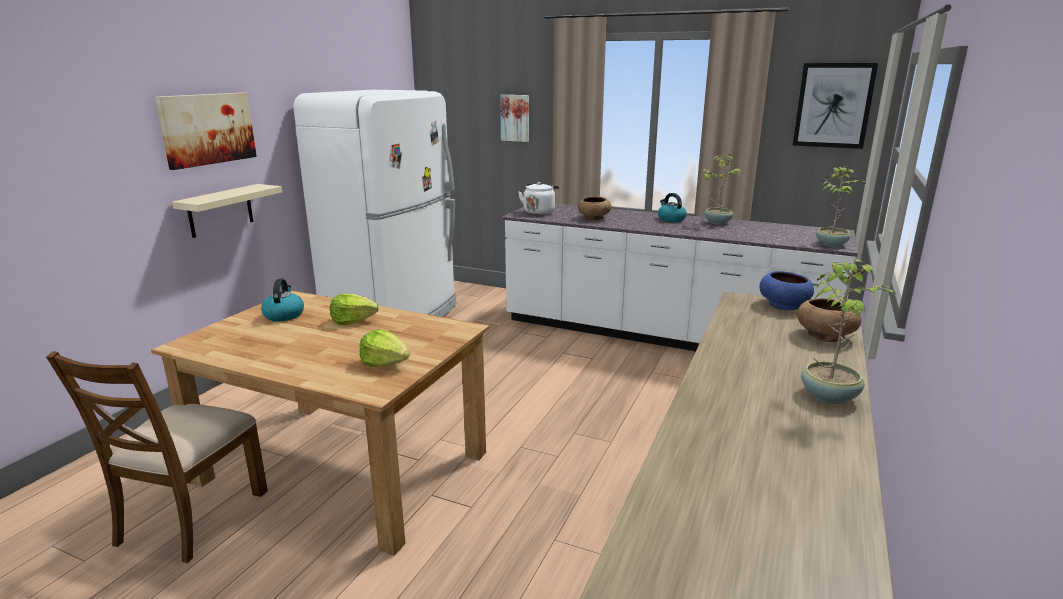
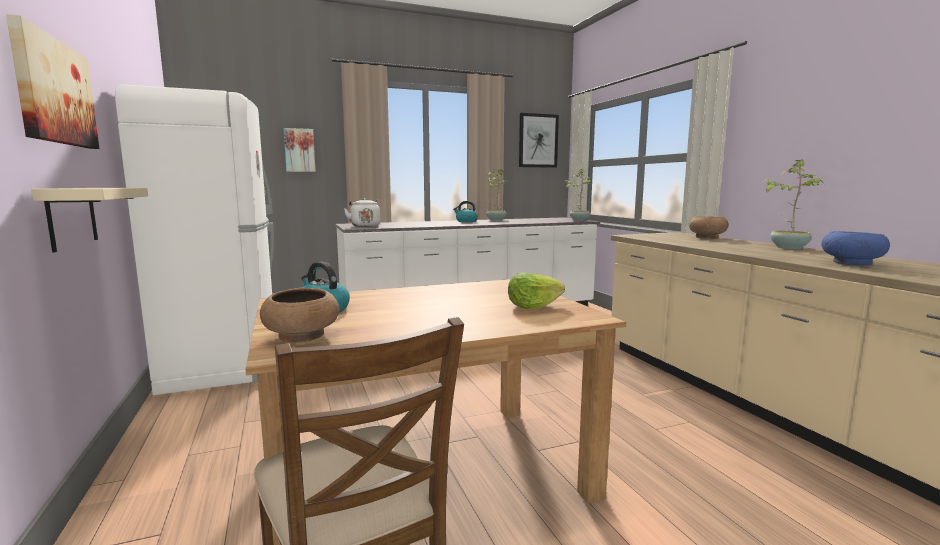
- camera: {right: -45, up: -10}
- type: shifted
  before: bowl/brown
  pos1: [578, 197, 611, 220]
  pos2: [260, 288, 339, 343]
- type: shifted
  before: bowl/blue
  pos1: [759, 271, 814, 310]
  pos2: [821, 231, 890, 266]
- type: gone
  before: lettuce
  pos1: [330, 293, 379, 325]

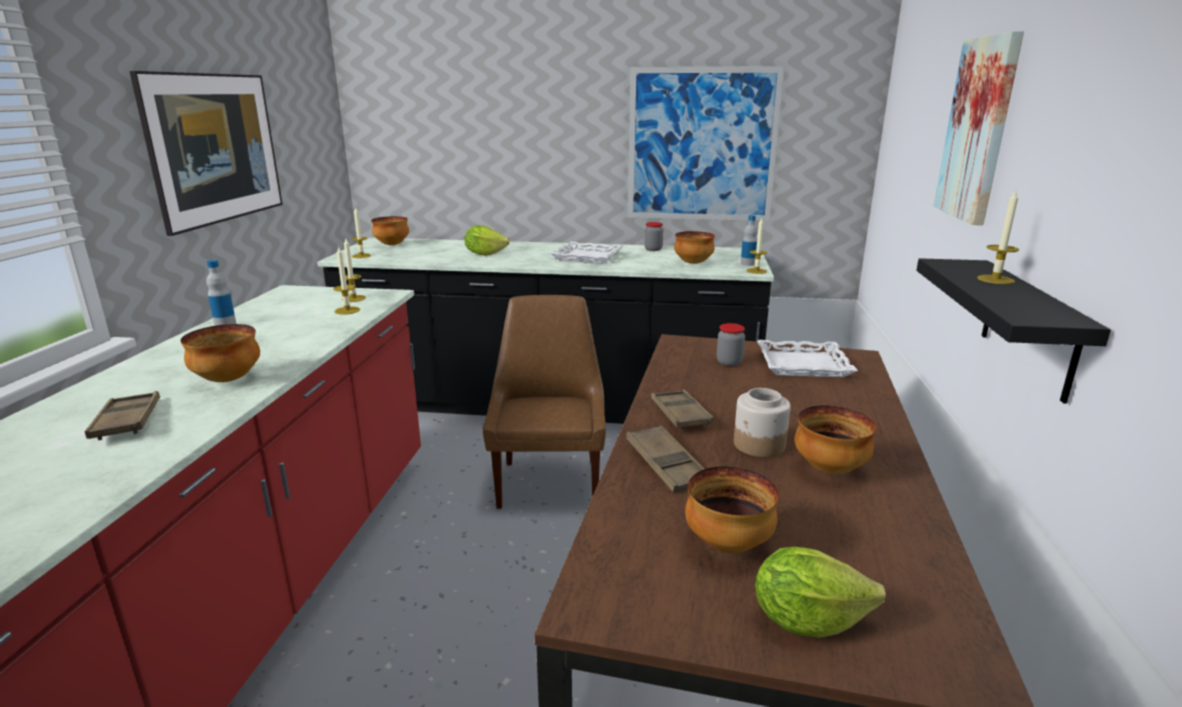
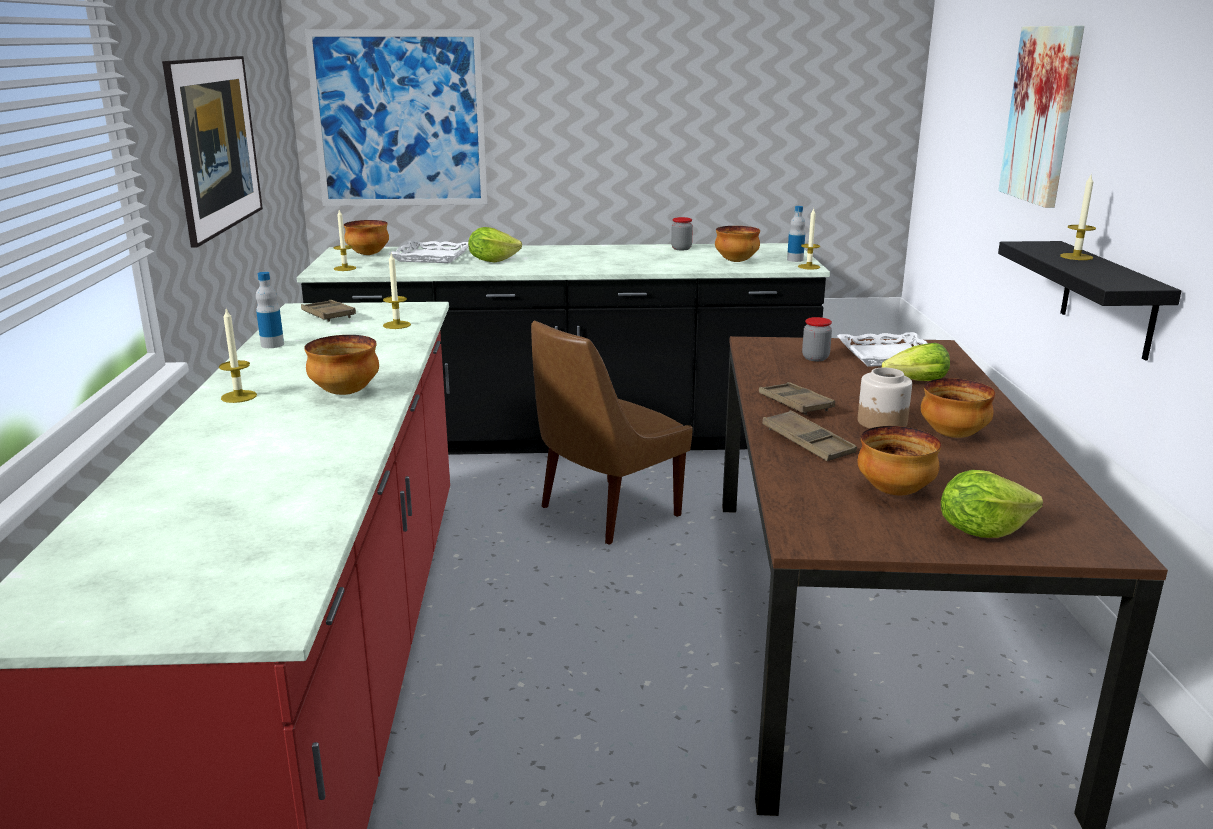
- camera: {right: -10, up: 0}
- type: shifted
  before: picture
  pos1: [628, 66, 785, 221]
  pos2: [305, 30, 488, 206]
- type: shifted
  before: candle
  pos1: [342, 238, 366, 302]
  pos2: [219, 309, 257, 403]
- type: shifted
  before: tray/white
  pos1: [550, 242, 623, 264]
  pos2: [389, 240, 469, 263]
- type: rotated
  before: chair/brown
  pos1: [483, 295, 606, 509]
  pos2: [531, 320, 693, 545]
  turn: -120
- type: shifted
  before: tray/brown
  pos1: [84, 391, 160, 440]
  pos2: [301, 300, 356, 322]
- type: new
  after: lettuce
  pos2: [882, 343, 950, 381]

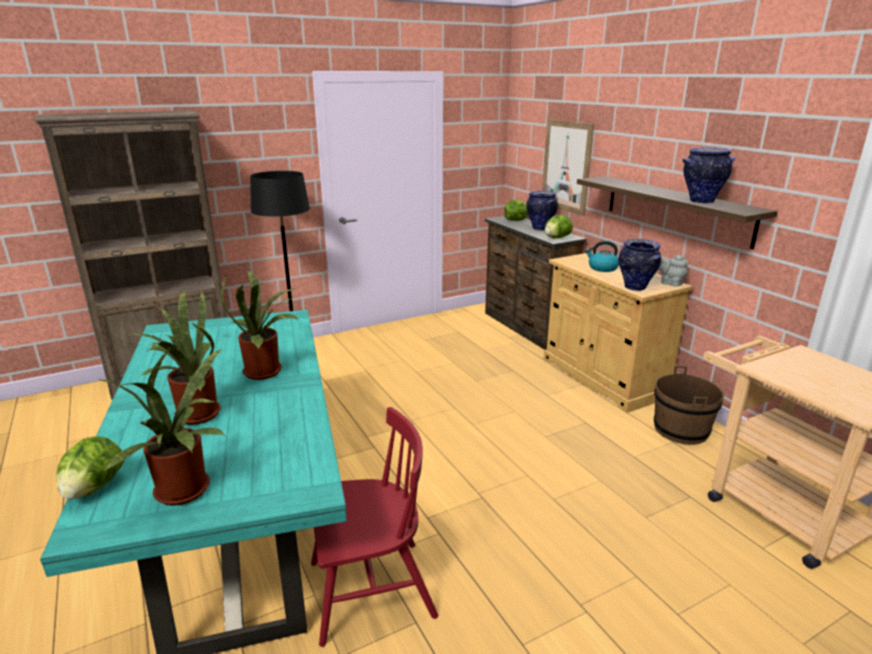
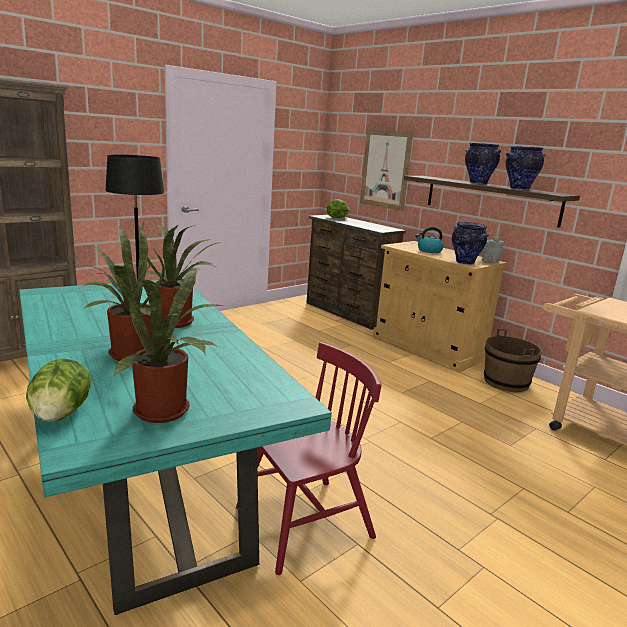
- camera: {right: -15, up: -5}
- type: shifted
  before: vase
  pos1: [526, 191, 558, 230]
  pos2: [465, 143, 501, 184]
- type: gone
  before: lettuce
  pos1: [545, 214, 573, 238]

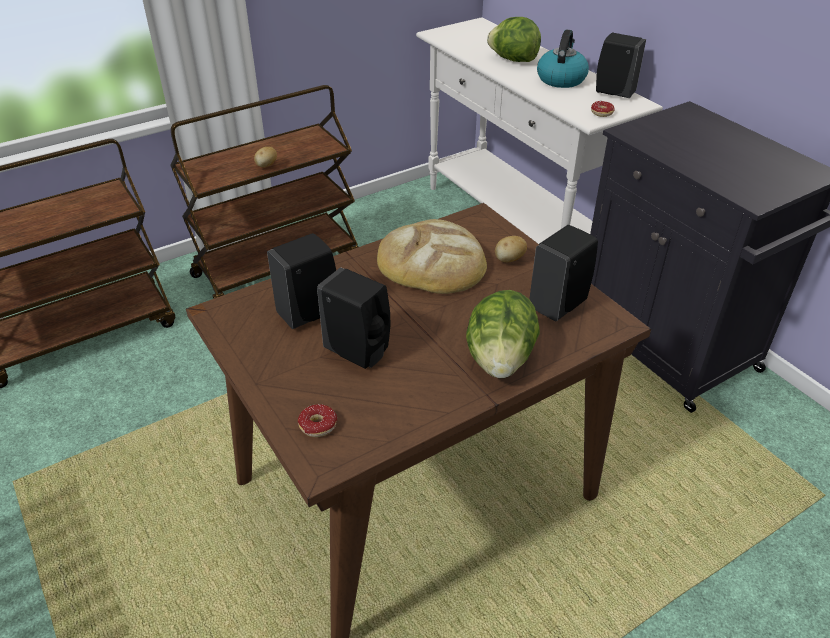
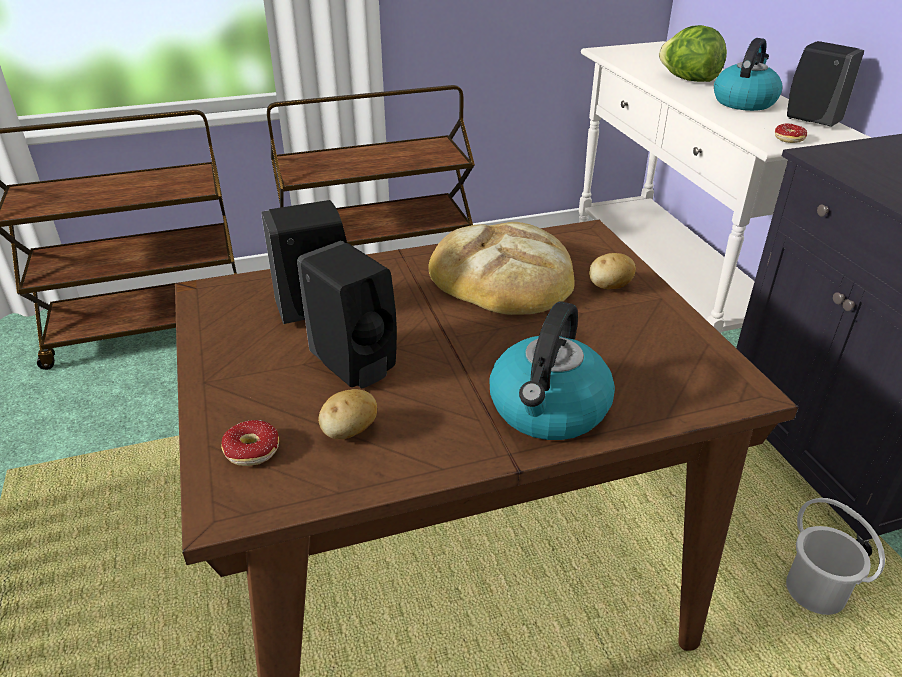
- camera: {right: 15, up: -5}
- type: shifted
  before: potato
  pos1: [254, 147, 277, 168]
  pos2: [318, 389, 377, 439]
- type: gone
  before: soap dispenser/black
  pos1: [529, 225, 598, 321]
- type: swapped
  before: lettuce
  after: kettle
  pos1: [466, 290, 540, 378]
  pos2: [489, 301, 615, 440]
- type: new
  after: bucket/white
  pos2: [786, 498, 885, 615]

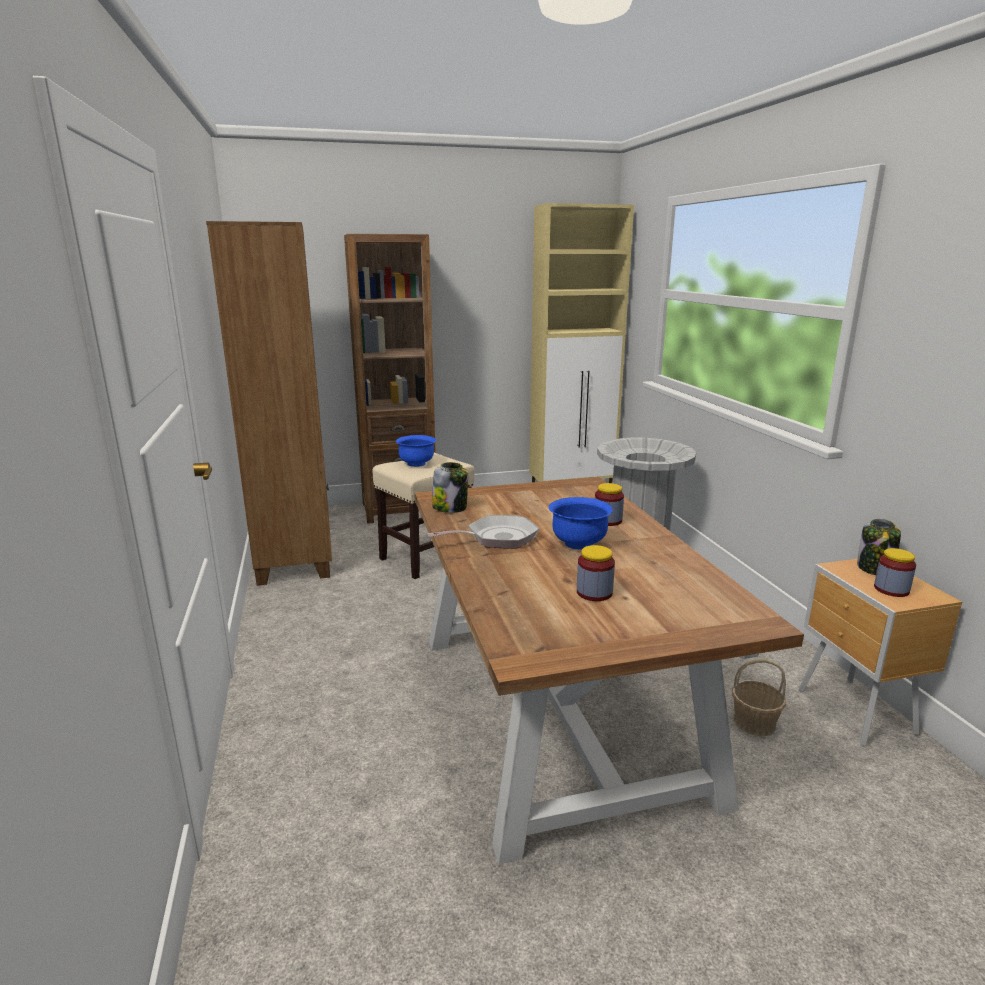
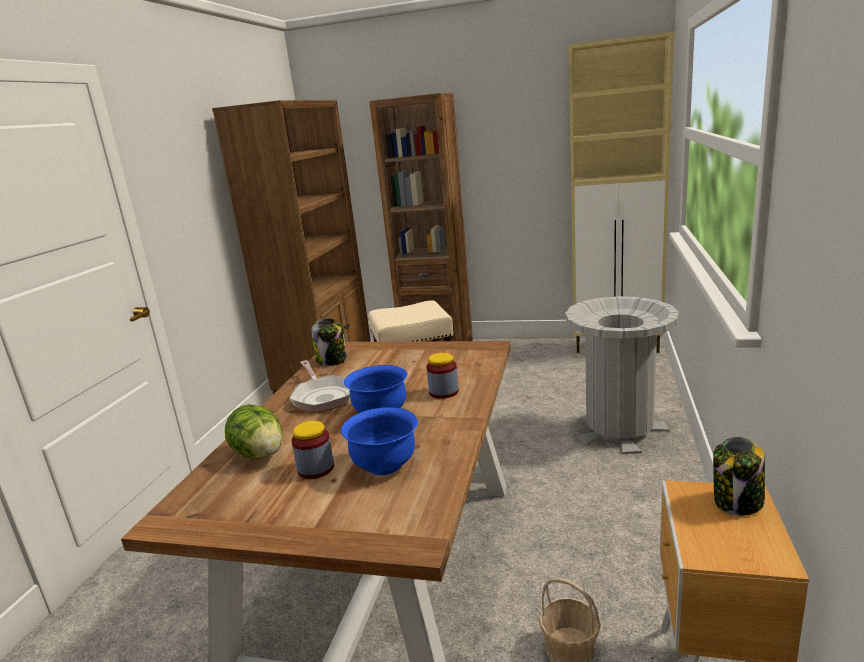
- camera: {right: 30, up: 0}
- type: shifted
  before: bowl/blue
  pos1: [396, 435, 436, 467]
  pos2: [341, 407, 418, 475]
- type: rotated
  before: frying pan
  pos1: [427, 515, 539, 549]
  pos2: [289, 360, 351, 413]
  turn: 60
- type: gone
  before: jar
  pos1: [874, 548, 916, 597]
- type: new
  after: lettuce
  pos2: [225, 404, 282, 459]

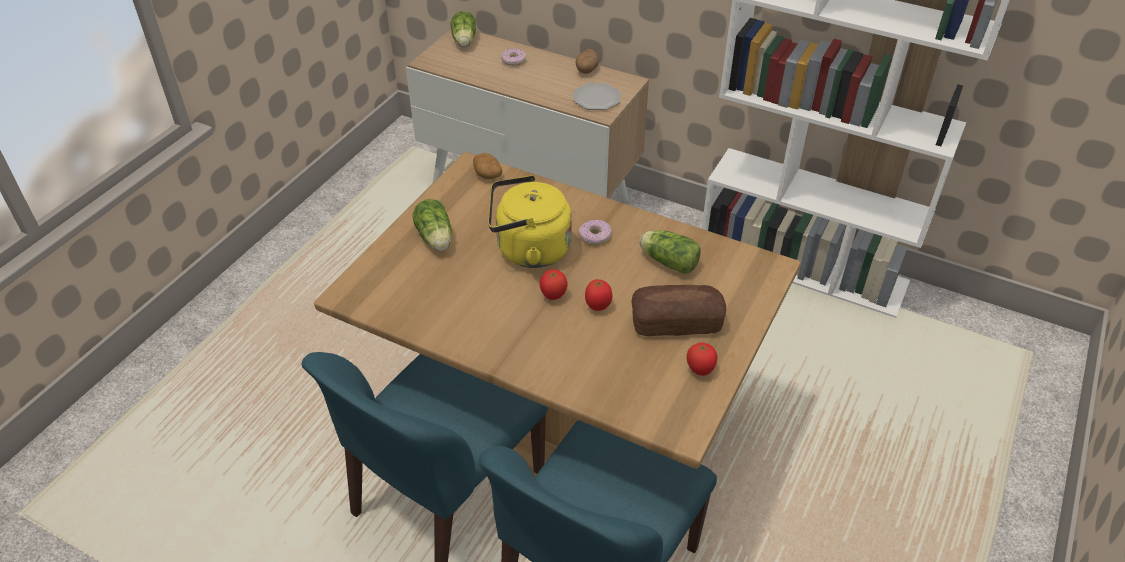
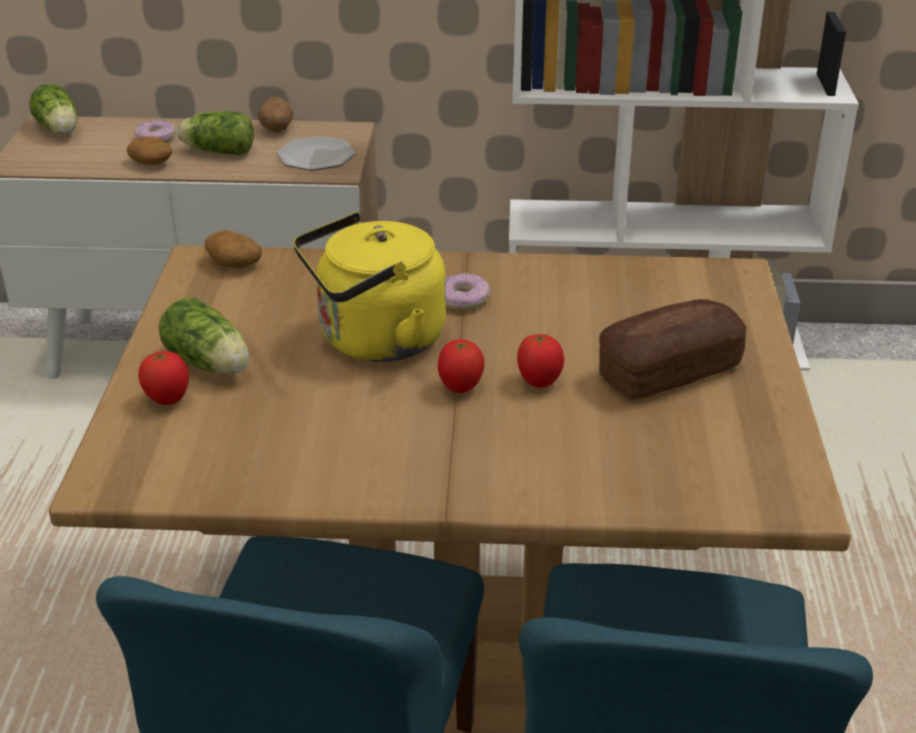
- camera: {right: -25, up: -10}
- type: shifted
  before: lettuce
  pos1: [639, 230, 701, 274]
  pos2: [177, 111, 254, 155]
- type: shifted
  before: tomato
  pos1: [687, 343, 717, 376]
  pos2: [138, 350, 189, 405]
- type: new
  after: potato
  pos2: [127, 136, 172, 165]

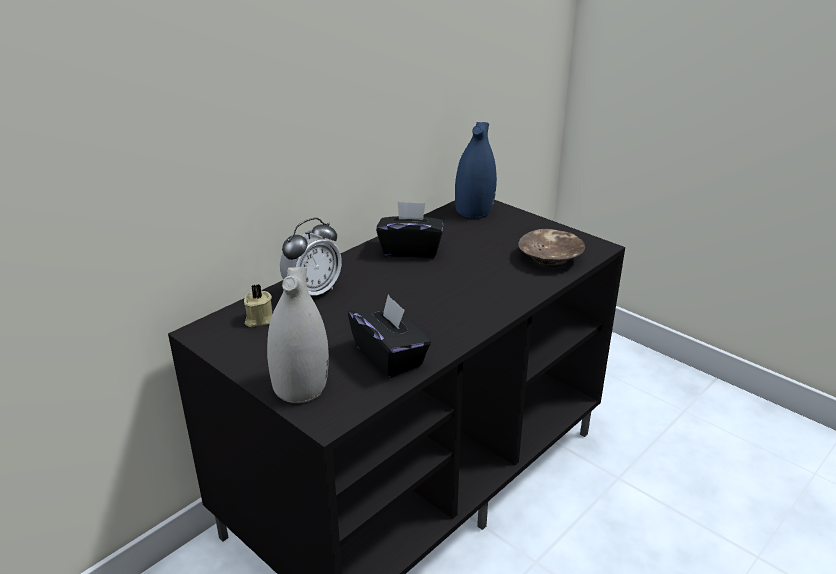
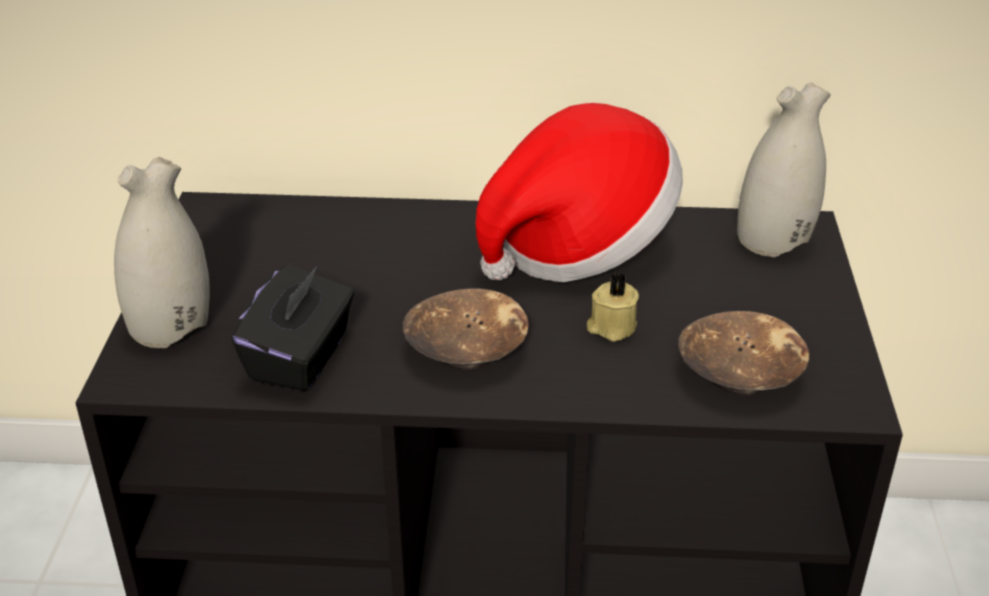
- camera: {right: 50, up: 5}
- type: repainted
  before: vase/blue
  after: vase/white
  pos1: [455, 122, 497, 219]
  pos2: [737, 82, 831, 258]
- type: swapped
  before: tissue box/black
  after: hat
  pos1: [376, 201, 443, 258]
  pos2: [475, 103, 683, 282]
- type: gone
  before: alarm clock
  pos1: [280, 218, 342, 295]
- type: shifted
  before: candle/beige
  pos1: [244, 284, 272, 327]
  pos2: [587, 273, 639, 342]
- type: new
  after: bowl/brown
  pos2: [403, 289, 529, 369]

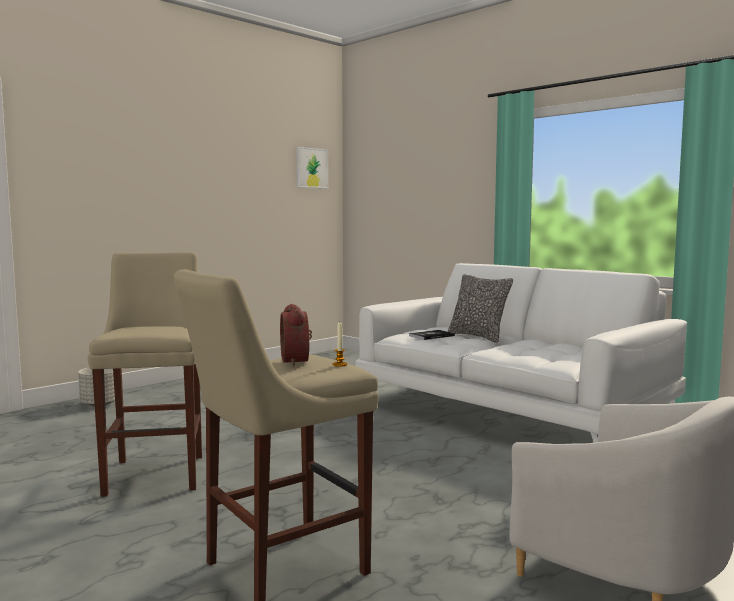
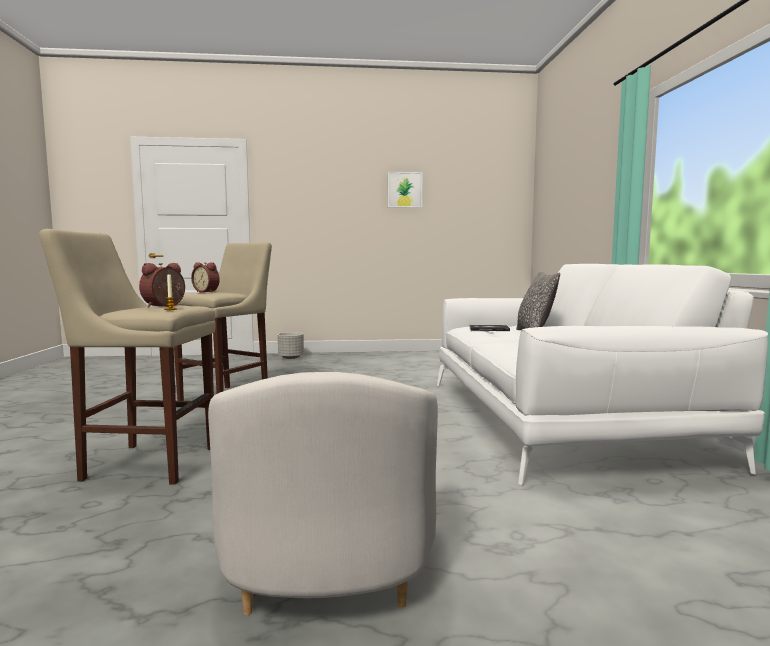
- camera: {right: 40, up: 0}
- type: shifted
  before: picture
  pos1: [297, 147, 328, 189]
  pos2: [388, 172, 422, 208]
- type: new
  after: alarm clock
  pos2: [191, 262, 220, 292]

